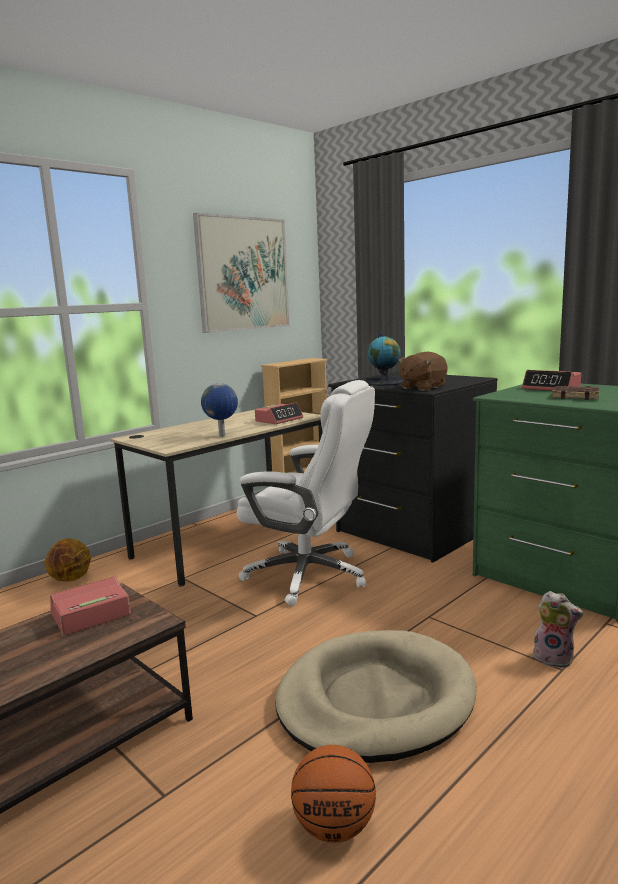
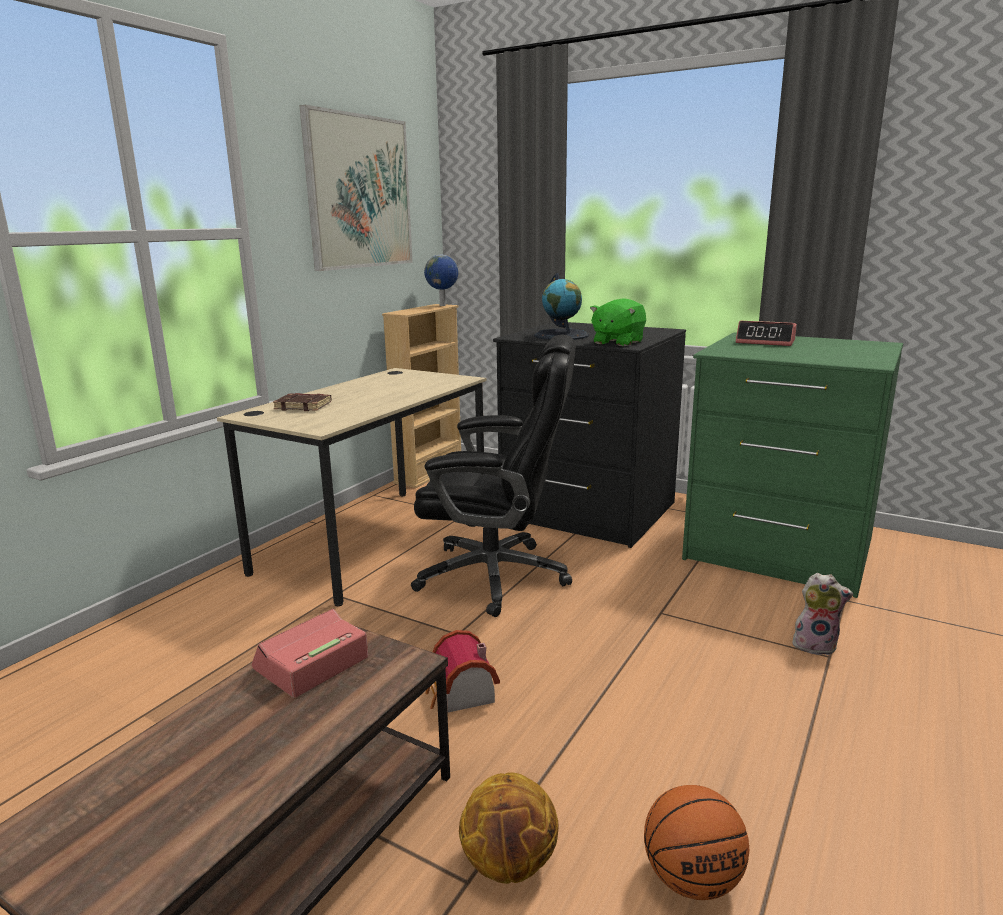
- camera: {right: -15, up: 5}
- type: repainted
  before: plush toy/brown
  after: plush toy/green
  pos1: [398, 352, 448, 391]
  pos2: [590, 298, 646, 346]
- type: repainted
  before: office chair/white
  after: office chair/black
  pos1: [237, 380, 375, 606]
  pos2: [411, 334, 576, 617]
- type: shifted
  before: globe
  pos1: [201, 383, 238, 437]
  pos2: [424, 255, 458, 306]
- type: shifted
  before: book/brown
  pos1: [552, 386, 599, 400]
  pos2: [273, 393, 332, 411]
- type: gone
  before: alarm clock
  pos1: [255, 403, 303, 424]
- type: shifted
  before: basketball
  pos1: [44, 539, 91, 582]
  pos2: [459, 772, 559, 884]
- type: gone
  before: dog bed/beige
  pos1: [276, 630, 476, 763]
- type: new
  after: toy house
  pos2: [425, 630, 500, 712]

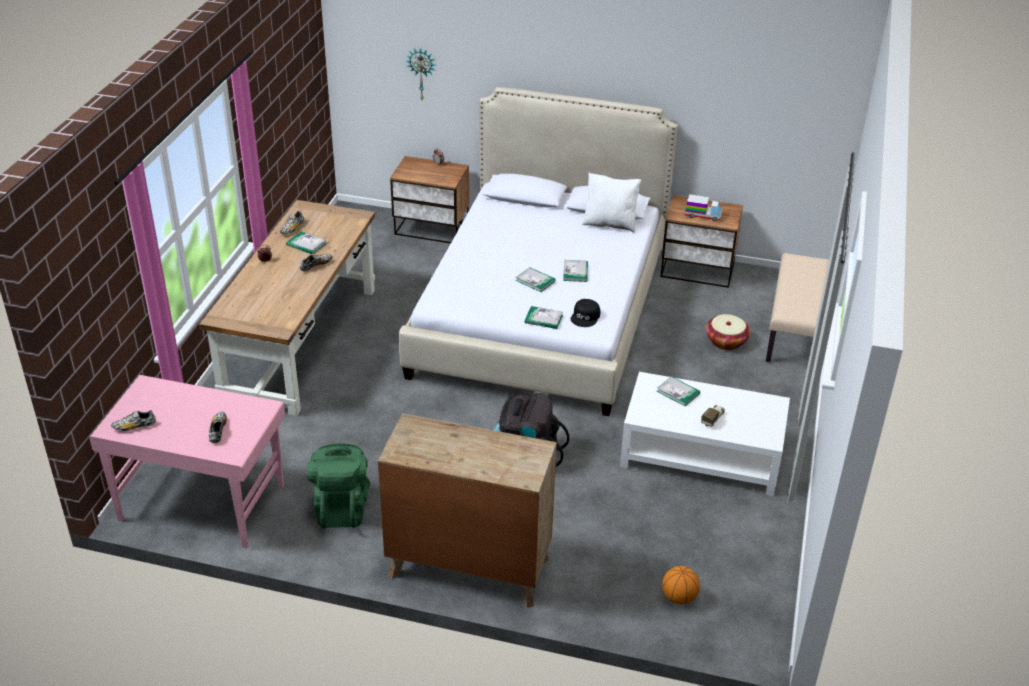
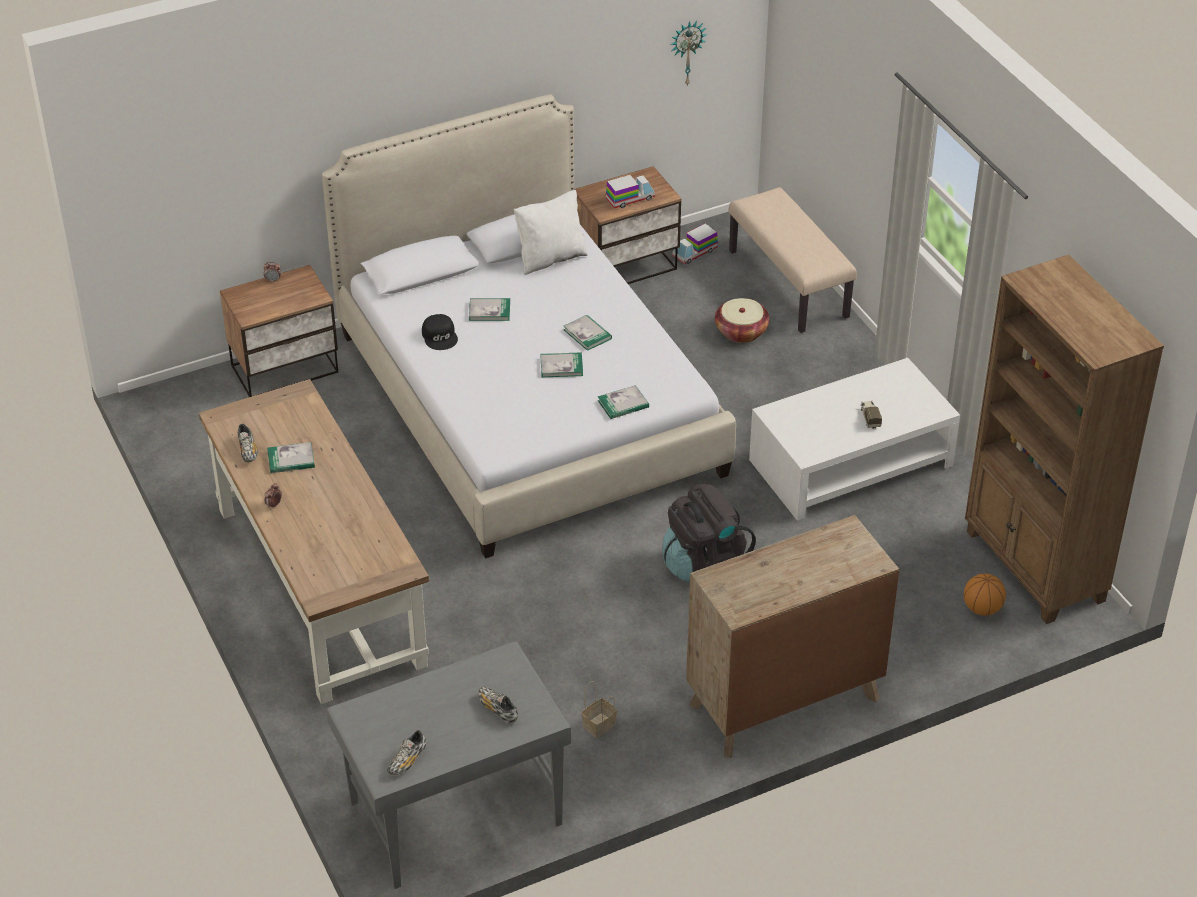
- camera: {right: -40, up: 5}
- type: shifted
  before: wall clock
  pos1: [406, 48, 435, 100]
  pos2: [670, 21, 708, 87]
- type: gone
  before: shoe
  pos1: [300, 254, 332, 272]
- type: shifted
  before: cap/black
  pos1: [571, 299, 600, 327]
  pos2: [422, 314, 458, 350]
- type: repainted
  before: desk/pink
  after: desk/grey
  pos1: [89, 375, 285, 548]
  pos2: [327, 641, 571, 889]
- type: shifted
  before: book
  pos1: [657, 376, 700, 406]
  pos2: [469, 298, 510, 321]
- type: swapped
  before: backpack/green
  after: basket
  pos1: [307, 443, 370, 529]
  pos2: [581, 681, 617, 738]
- type: new
  after: toy truck
  pos2: [672, 224, 718, 264]
- type: new
  after: bookcase/brown
  pos2: [965, 254, 1164, 624]

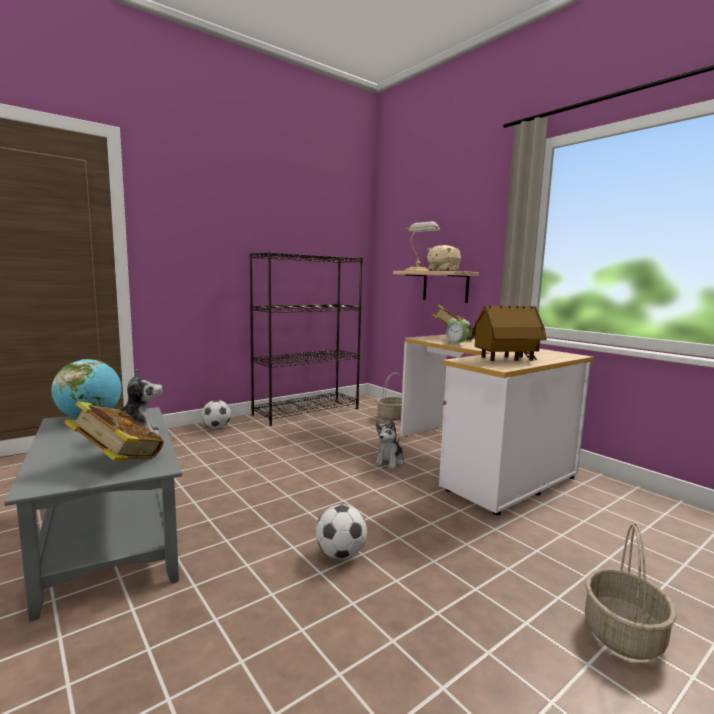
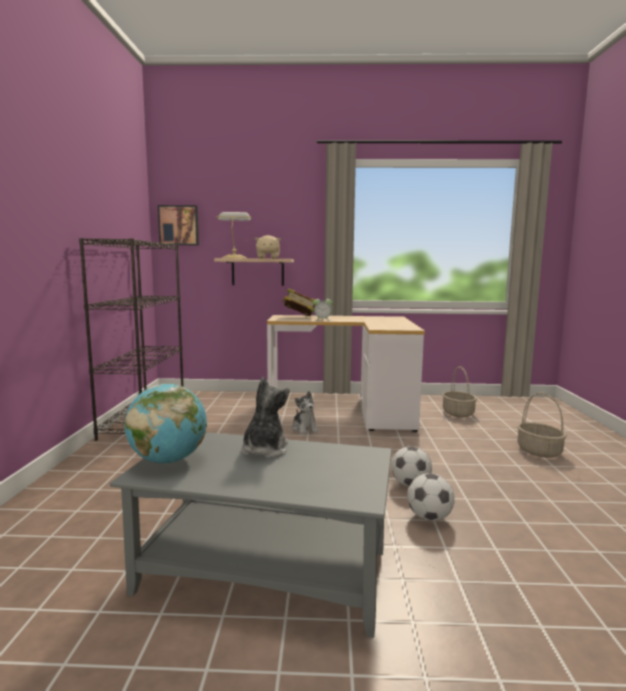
- camera: {right: -50, up: 0}
- type: gone
  before: toy house
  pos1: [472, 305, 547, 361]
- type: shifted
  before: basket
  pos1: [377, 372, 403, 421]
  pos2: [442, 366, 477, 418]
- type: shifted
  before: football
  pos1: [202, 400, 231, 428]
  pos2: [407, 473, 455, 521]
- type: gone
  before: book
  pos1: [64, 401, 164, 461]
- type: new
  after: picture
  pos2: [158, 205, 199, 245]

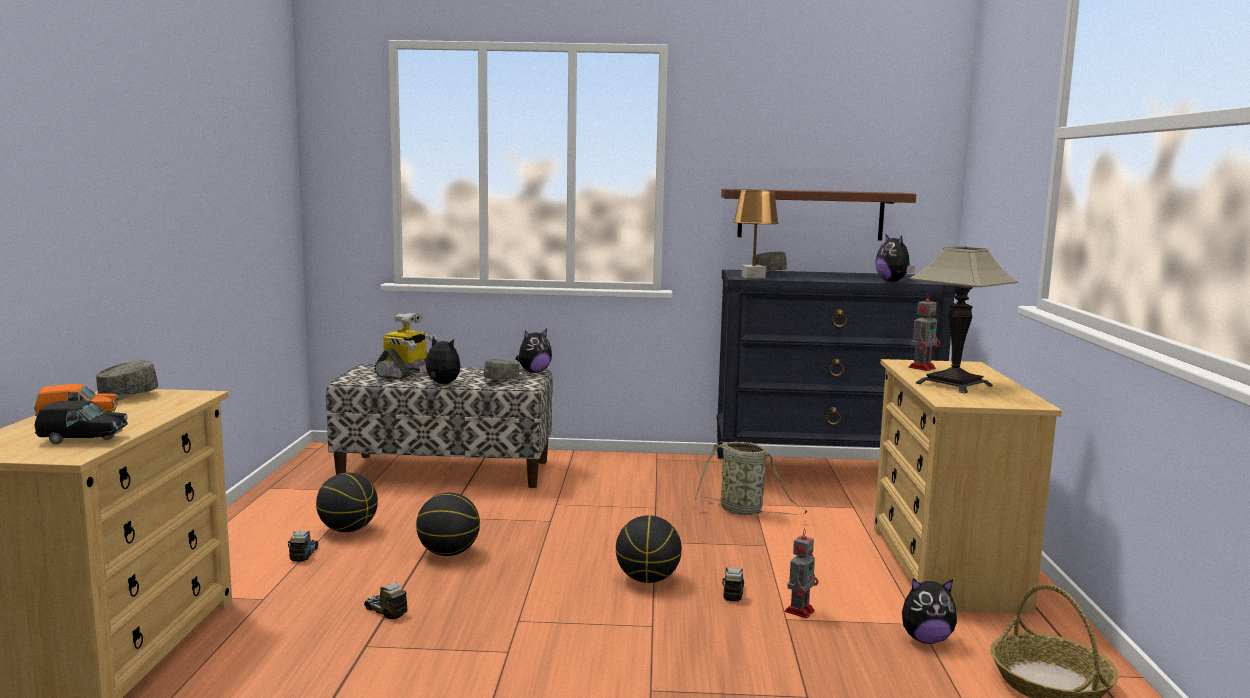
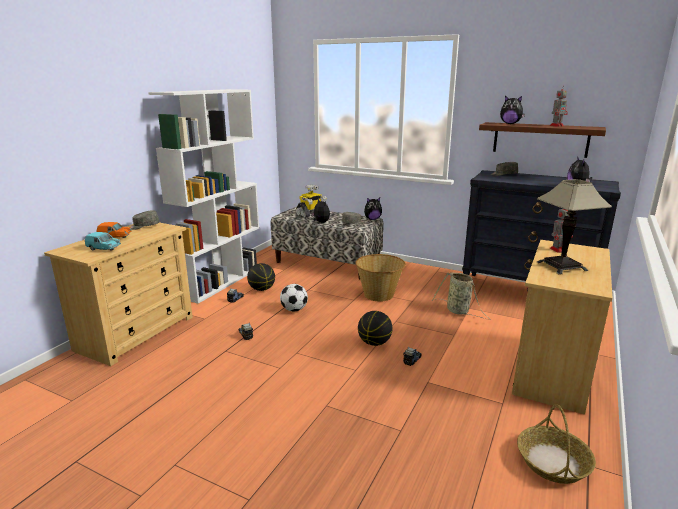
- camera: {right: 25, up: 10}
- type: gone
  before: table lamp/brown
  pos1: [734, 190, 779, 279]
- type: repainted
  before: toy car/black
  after: toy car/turquoise
  pos1: [34, 401, 128, 444]
  pos2: [85, 232, 121, 251]
- type: swapped
  before: basketball
  after: football
  pos1: [416, 493, 480, 556]
  pos2: [280, 284, 308, 312]
- type: shifted
  before: toy robot
  pos1: [785, 528, 818, 618]
  pos2: [550, 86, 568, 127]
- type: shifted
  before: plush toy
  pos1: [902, 578, 957, 644]
  pos2: [500, 96, 525, 124]
- type: new
  after: bookcase/white
  pos2: [148, 89, 259, 304]
- type: new
  after: basket
  pos2: [355, 254, 406, 302]

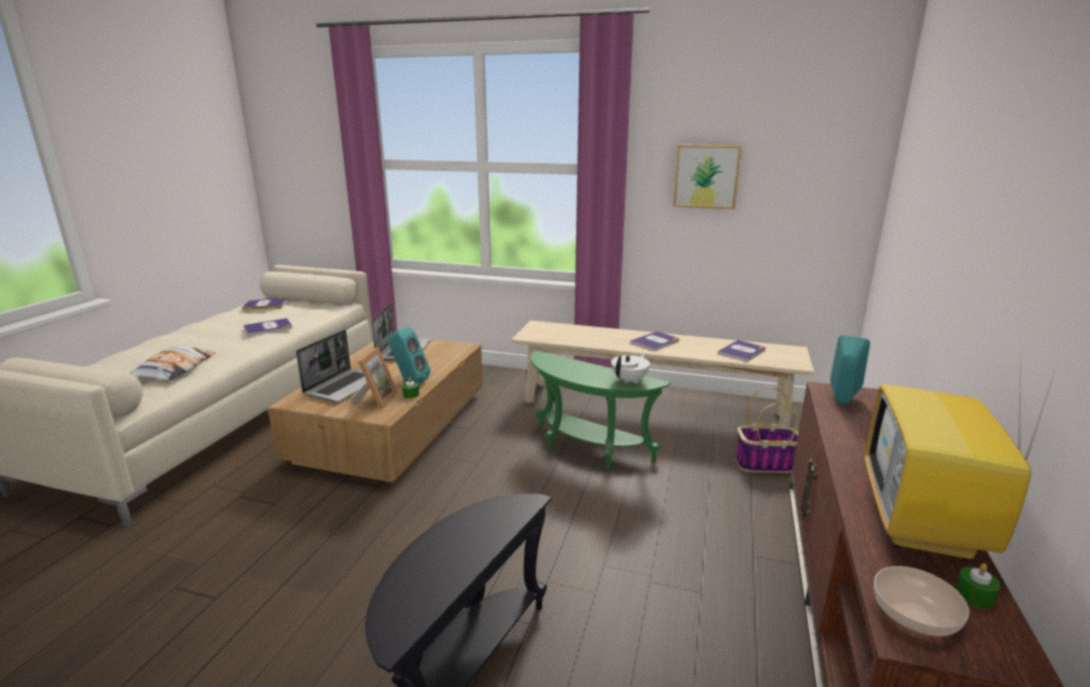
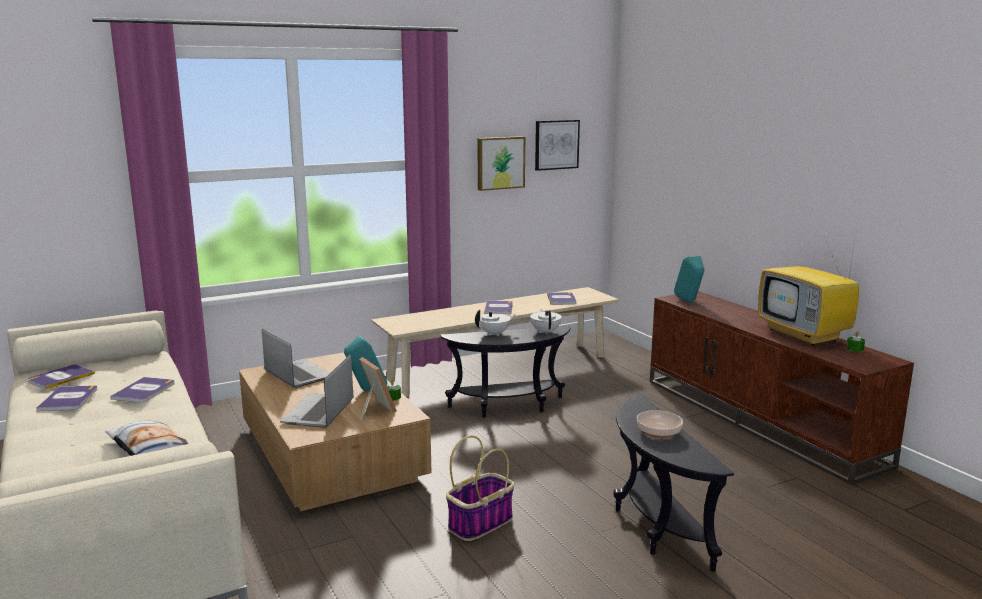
- camera: {right: -45, up: -5}
- type: rotated
  before: laptop
  pos1: [296, 330, 367, 402]
  pos2: [280, 355, 353, 428]
  turn: -150
- type: repainted
  before: side table/green
  after: side table/black
  pos1: [531, 350, 671, 470]
  pos2: [440, 326, 571, 418]
- type: shifted
  before: basket
  pos1: [735, 387, 798, 473]
  pos2: [446, 436, 514, 541]
- type: shifted
  before: bowl
  pos1: [874, 566, 970, 636]
  pos2: [637, 410, 683, 438]
- type: new
  after: picture
  pos2: [535, 120, 580, 171]
- type: new
  after: teapot/white
  pos2: [475, 310, 516, 337]
- type: new
  after: book
  pos2: [36, 385, 97, 411]

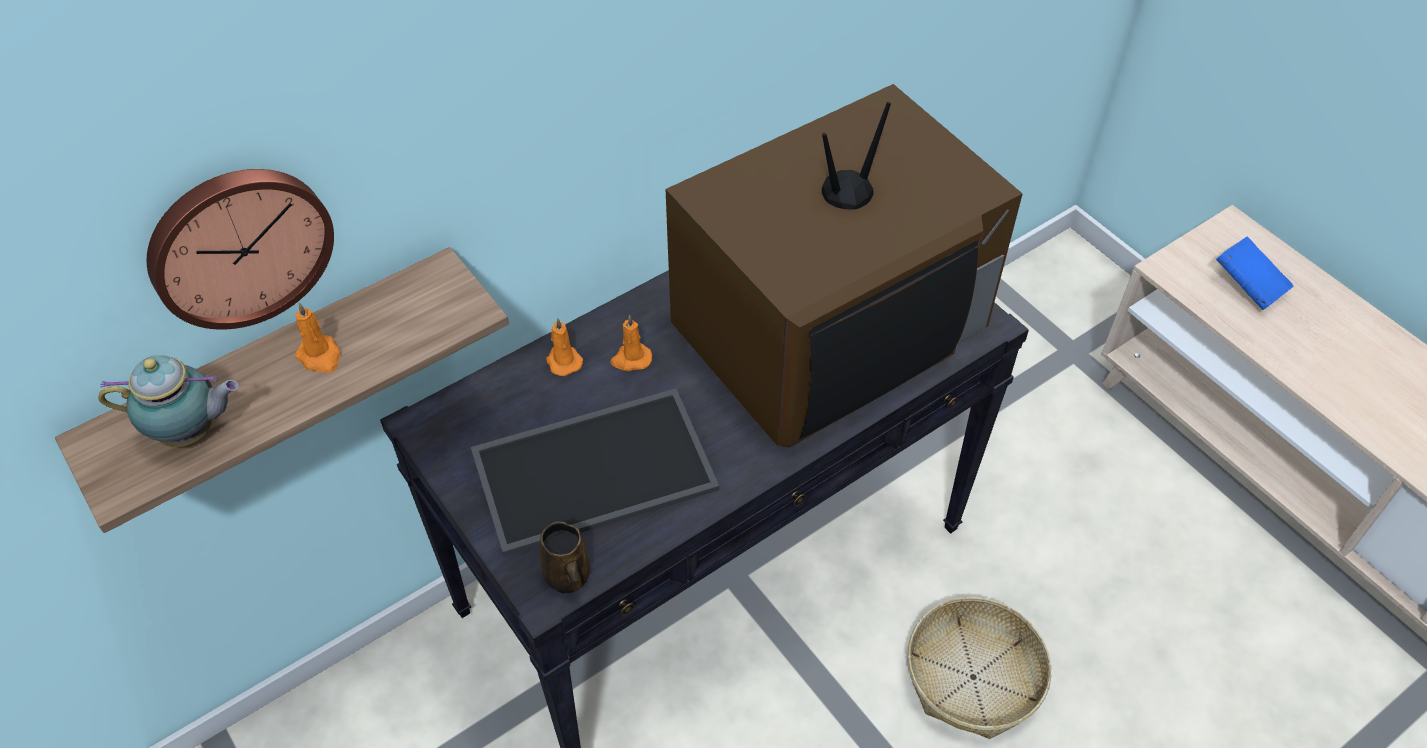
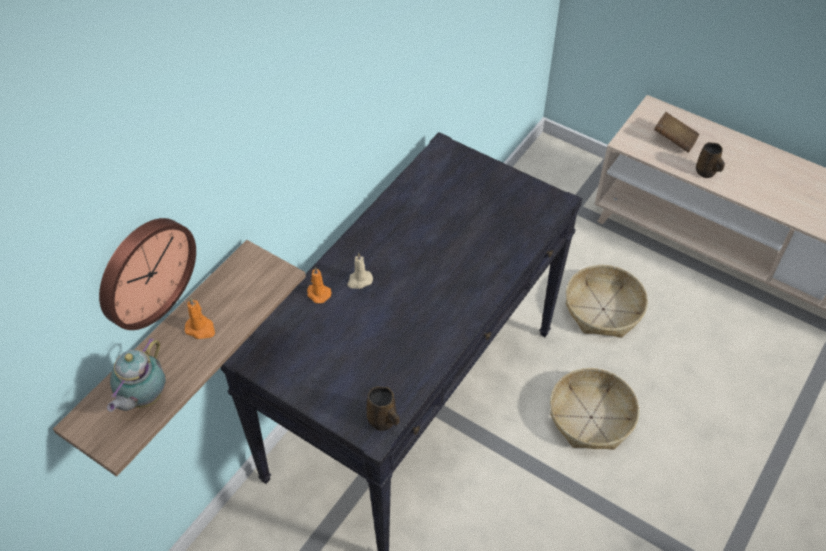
- camera: {right: -20, up: 0}
- type: gone
  before: television
  pos1: [665, 84, 1023, 447]
- type: repainted
  before: book/blue
  after: book/brown
  pos1: [1216, 237, 1293, 310]
  pos2: [654, 112, 700, 153]
- type: repainted
  before: candle/orange
  after: candle/beige
  pos1: [610, 315, 652, 371]
  pos2: [347, 253, 373, 289]
- type: rotated
  before: teapot
  pos1: [99, 355, 239, 447]
  pos2: [107, 338, 166, 412]
  turn: 135
- type: gone
  before: tray
  pos1: [471, 388, 719, 556]
- type: new
  after: mug/brown
  pos2: [696, 142, 725, 178]
- type: new
  after: basket
  pos2: [566, 265, 648, 338]

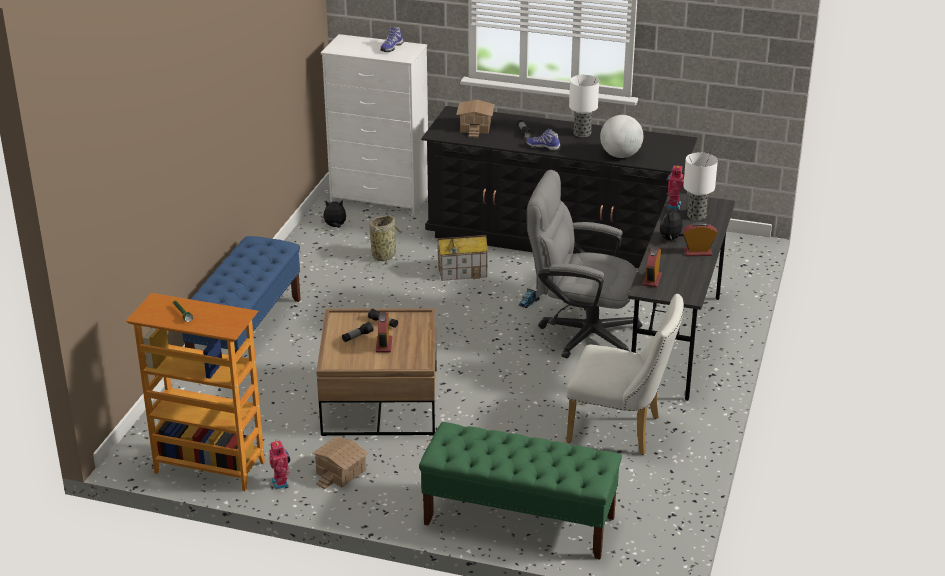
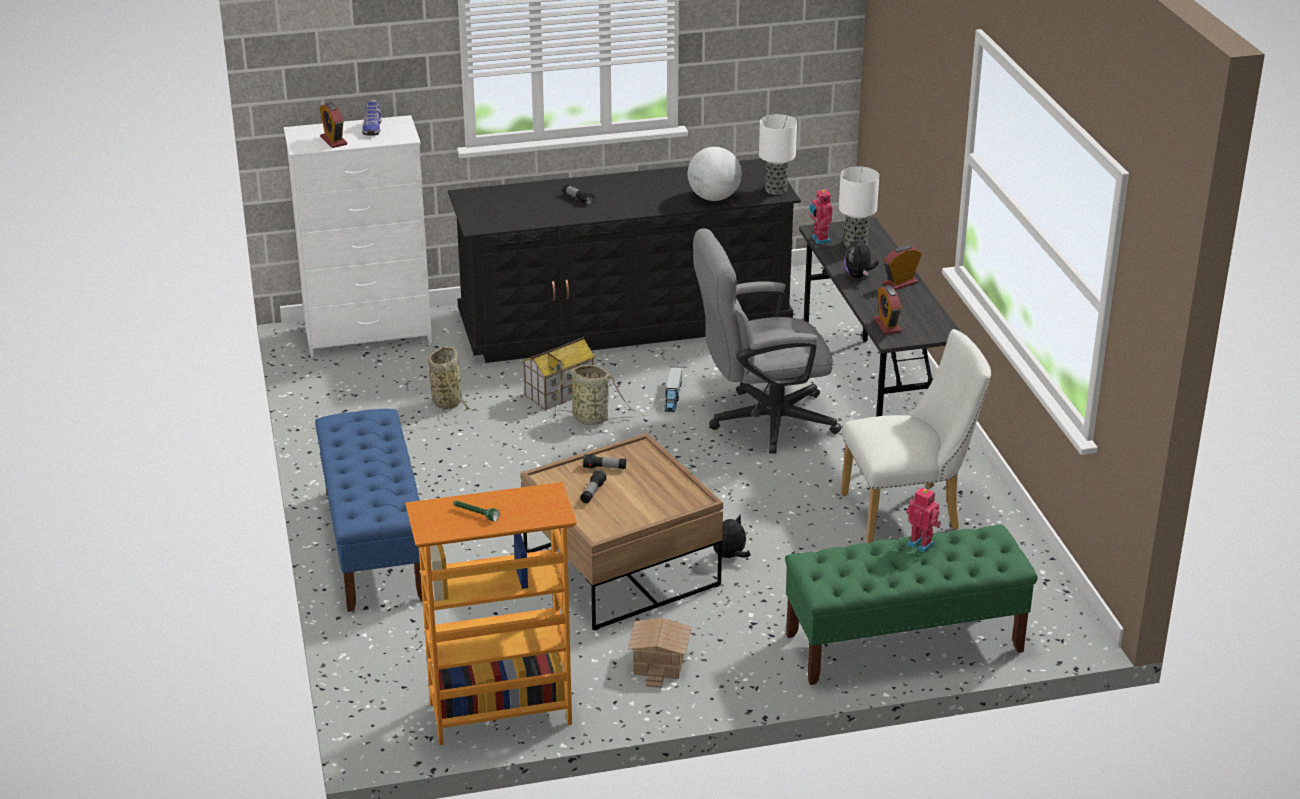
- camera: {right: -30, up: 0}
- type: shifted
  before: table lamp
  pos1: [569, 75, 599, 137]
  pos2: [759, 114, 797, 194]
- type: gone
  before: toy house
  pos1: [456, 100, 495, 138]
- type: gone
  before: shoe
  pos1: [526, 129, 561, 152]
- type: shifted
  before: plush toy
  pos1: [321, 200, 346, 228]
  pos2: [713, 515, 751, 558]
- type: shifted
  before: alarm clock
  pos1: [376, 312, 392, 352]
  pos2: [320, 102, 347, 148]
- type: shifted
  before: toy robot
  pos1: [269, 439, 290, 490]
  pos2: [906, 487, 941, 552]
- type: new
  after: basket
  pos2: [552, 365, 645, 425]

